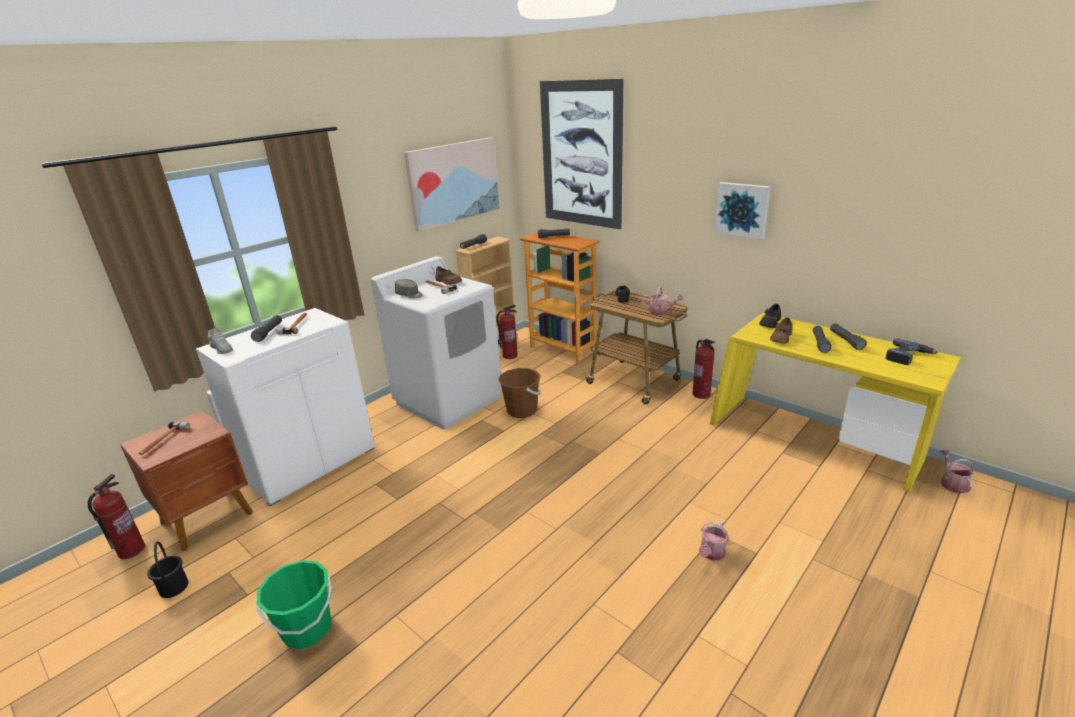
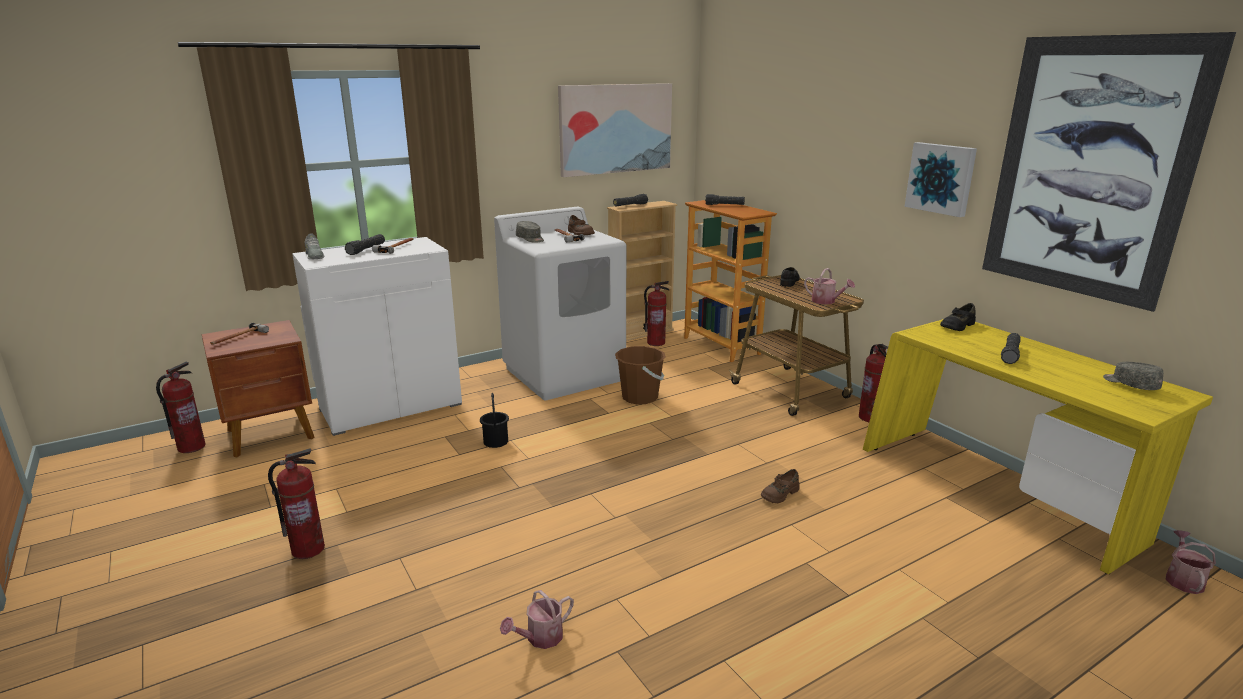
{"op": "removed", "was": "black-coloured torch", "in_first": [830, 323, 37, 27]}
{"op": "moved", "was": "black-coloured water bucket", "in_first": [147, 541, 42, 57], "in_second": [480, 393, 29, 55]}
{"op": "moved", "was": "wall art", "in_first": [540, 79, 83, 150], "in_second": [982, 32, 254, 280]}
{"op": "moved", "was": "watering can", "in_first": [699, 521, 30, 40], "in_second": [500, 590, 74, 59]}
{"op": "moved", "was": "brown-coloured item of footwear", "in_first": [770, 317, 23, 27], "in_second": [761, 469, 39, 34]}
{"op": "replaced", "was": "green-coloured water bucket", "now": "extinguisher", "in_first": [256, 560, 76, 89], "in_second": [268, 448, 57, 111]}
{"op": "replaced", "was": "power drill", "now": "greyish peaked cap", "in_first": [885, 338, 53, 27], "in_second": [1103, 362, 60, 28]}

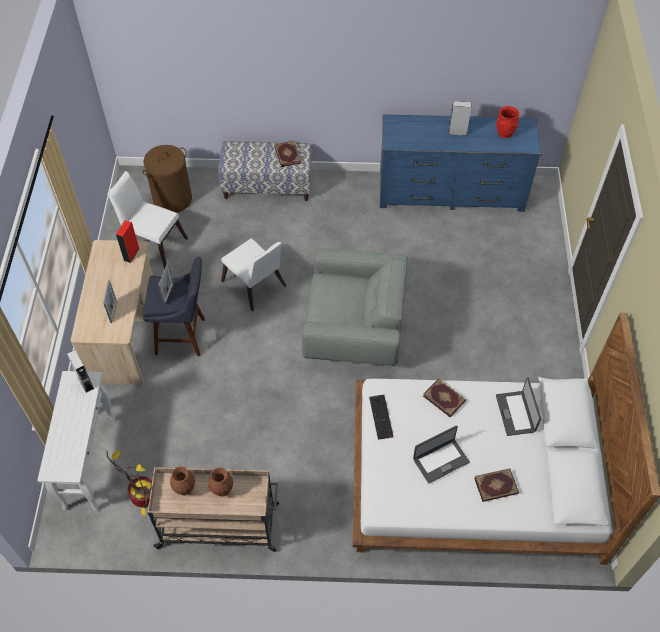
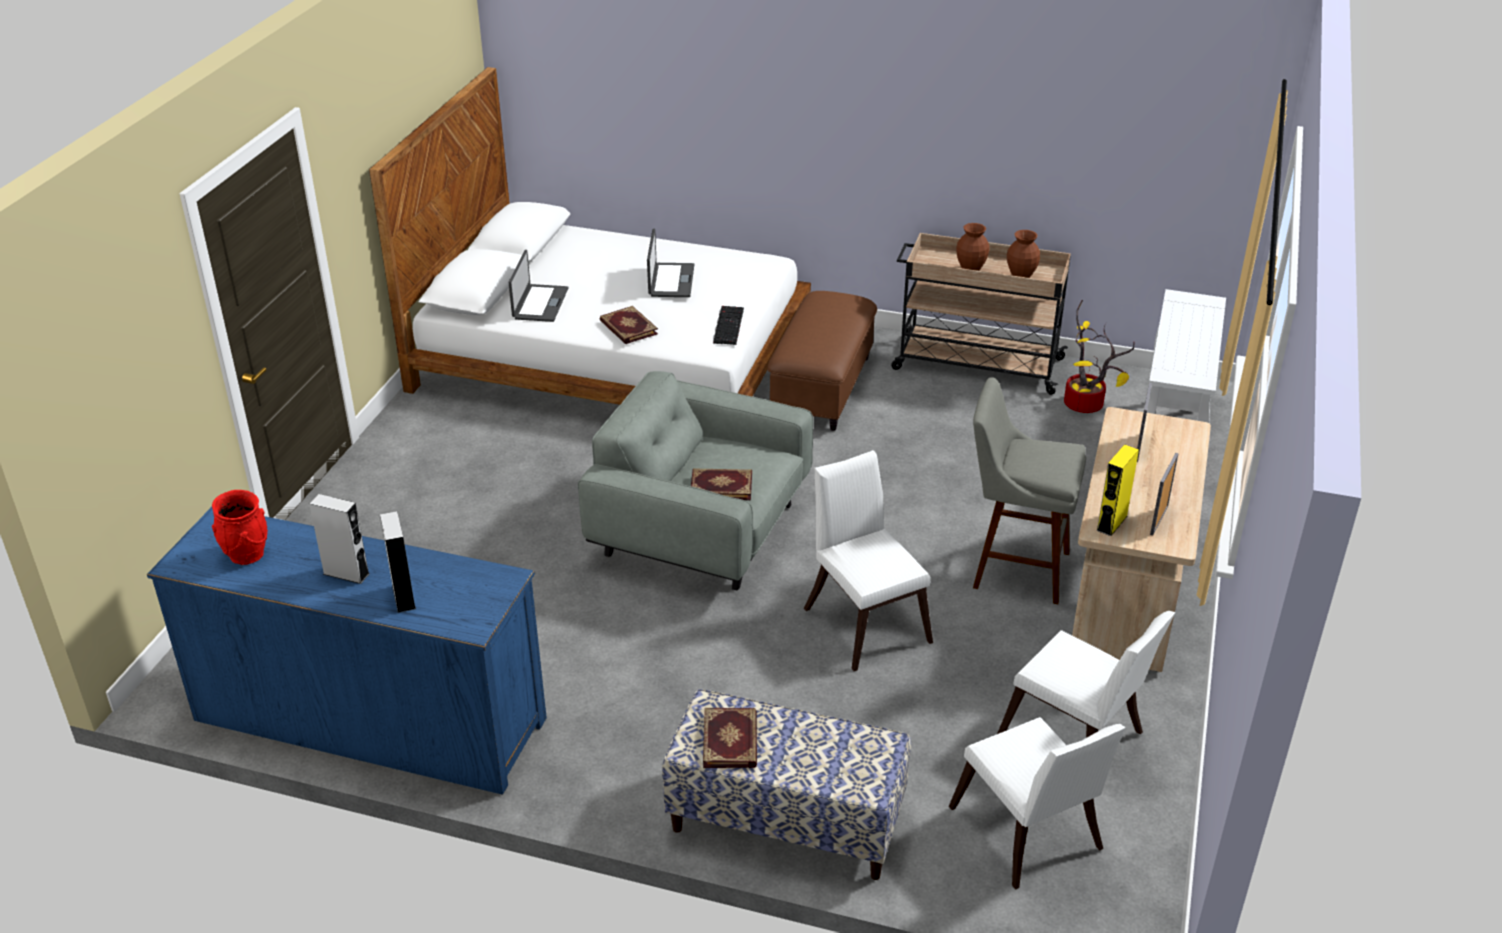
{"op": "added", "now": "brown-coloured pouffe", "in_second": [767, 291, 110, 140]}
{"op": "moved", "was": "greyish speaker", "in_first": [67, 350, 27, 43], "in_second": [380, 511, 36, 102]}
{"op": "moved", "was": "photo frame", "in_first": [158, 263, 16, 42], "in_second": [1150, 453, 29, 83]}
{"op": "moved", "was": "bound book", "in_first": [474, 468, 45, 34], "in_second": [691, 469, 61, 31]}
{"op": "replaced", "was": "brown-coloured hamper", "now": "white chair", "in_first": [142, 145, 50, 68], "in_second": [949, 717, 176, 172]}
{"op": "recoloured", "was": "red-coloured speaker", "now": "yellow-coloured speaker", "in_first": [116, 220, 23, 43], "in_second": [1096, 444, 43, 92]}
{"op": "recoloured", "was": "blue-coloured stool seat", "now": "greyish stool seat", "in_first": [143, 257, 62, 99], "in_second": [973, 377, 113, 227]}
{"op": "turned", "was": "portable computer", "in_first": [413, 425, 57, 58], "in_second": [647, 229, 48, 68], "clockwise": 105}

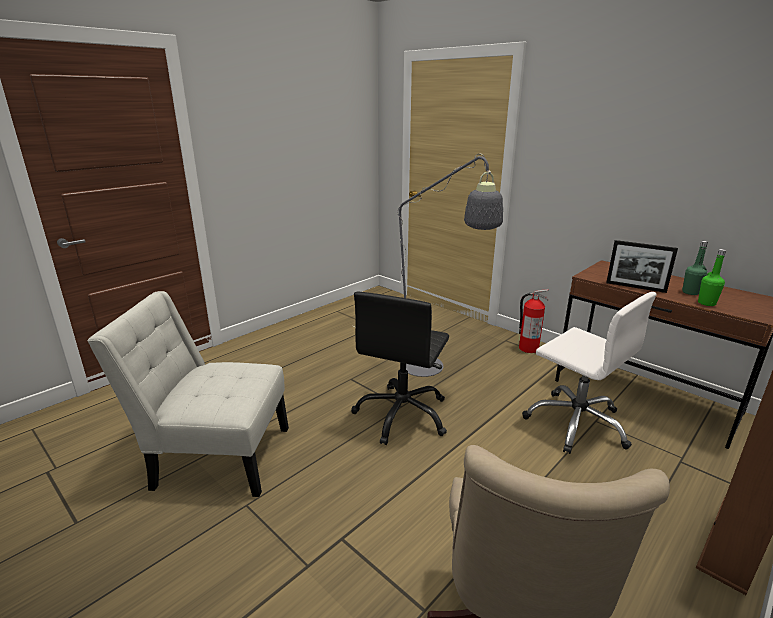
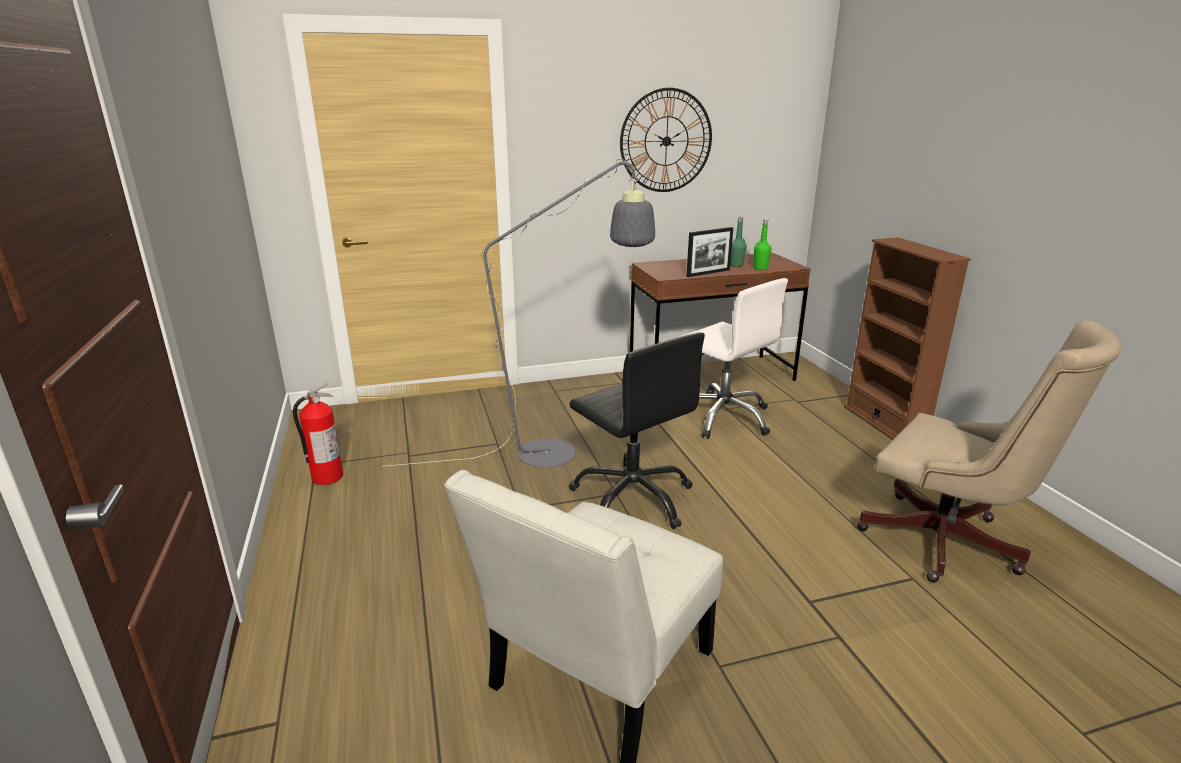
{"op": "added", "now": "clock on the wall", "in_second": [620, 88, 92, 104]}
{"op": "moved", "was": "extinguisher", "in_first": [519, 289, 30, 64], "in_second": [293, 382, 50, 103]}
{"op": "turned", "was": "white desk chair", "in_first": [522, 292, 135, 162], "in_second": [680, 278, 108, 161], "clockwise": 60}

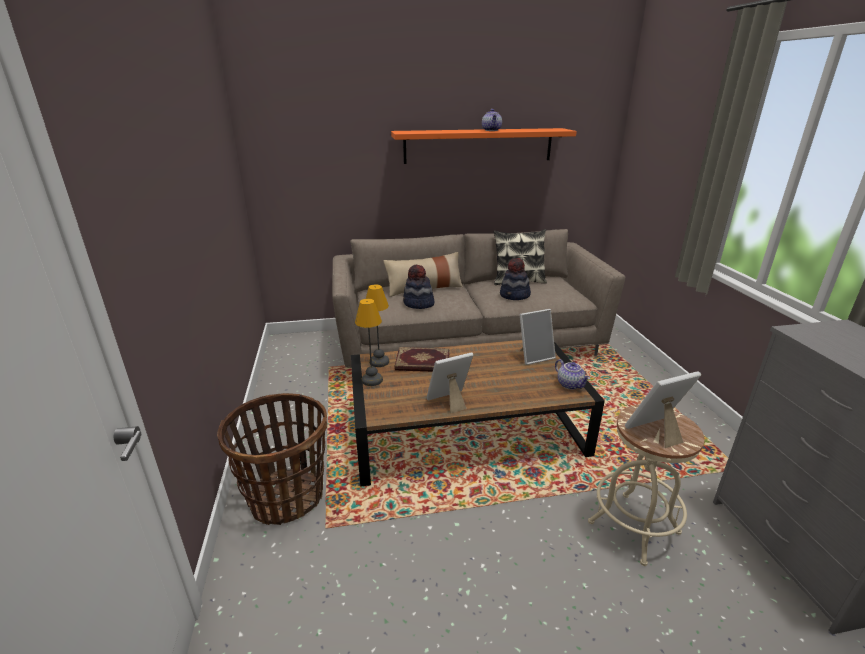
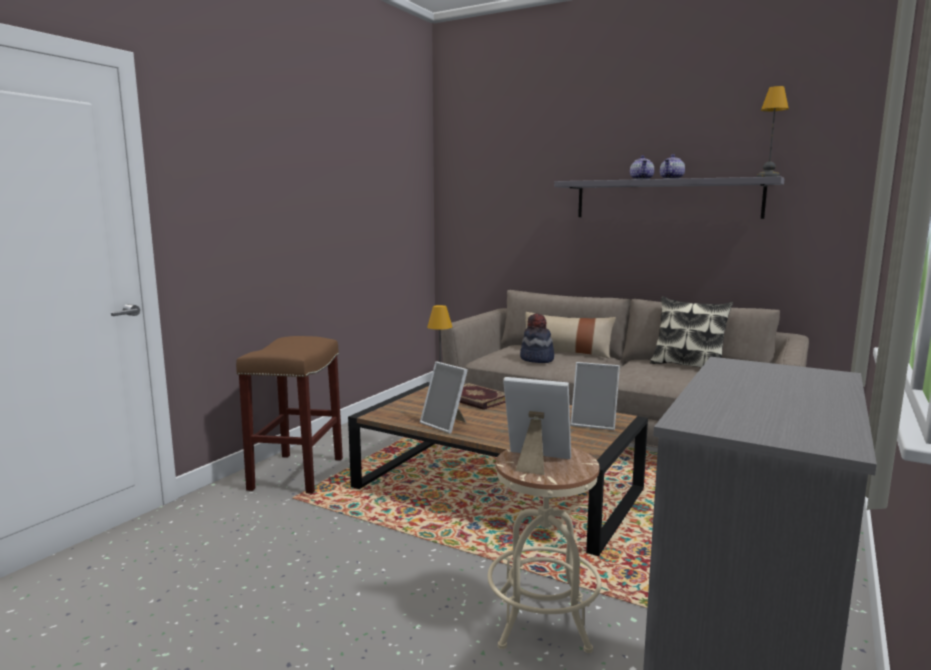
{"op": "removed", "was": "clothing hat", "in_first": [500, 258, 31, 42]}
{"op": "moved", "was": "lamp for a table", "in_first": [355, 299, 28, 87], "in_second": [757, 86, 32, 91]}
{"op": "moved", "was": "teapot", "in_first": [555, 359, 35, 31], "in_second": [630, 155, 24, 25]}
{"op": "replaced", "was": "basket", "now": "brown-coloured stool seat", "in_first": [217, 393, 110, 132], "in_second": [236, 336, 107, 158]}
{"op": "recoloured", "was": "orangey shelf", "now": "greyish shelf", "in_first": [391, 128, 186, 36], "in_second": [554, 177, 230, 42]}
{"op": "turned", "was": "photo frame", "in_first": [427, 352, 47, 62], "in_second": [420, 361, 48, 73], "clockwise": -150}

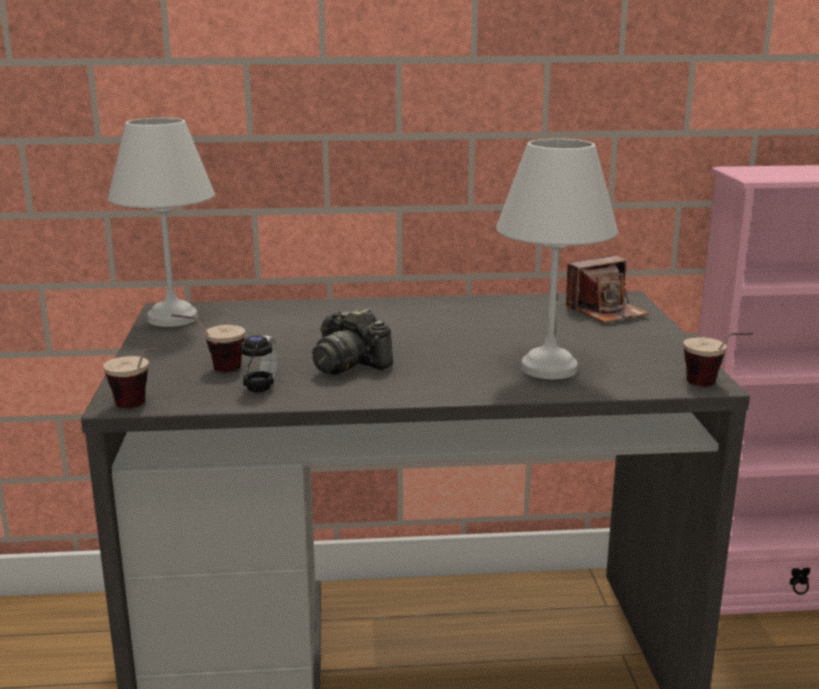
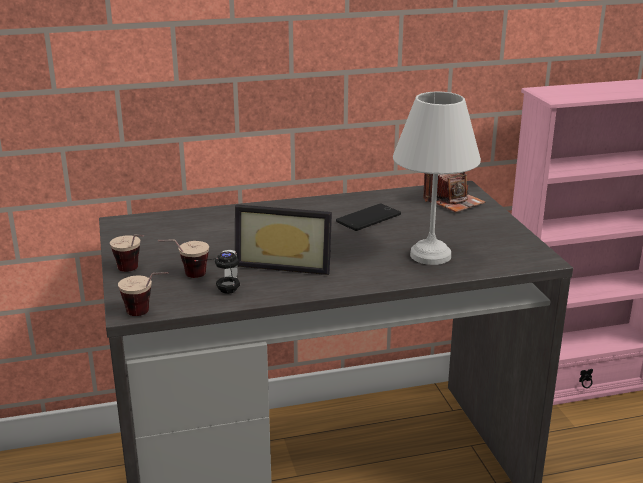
{"op": "removed", "was": "white lamp for a table", "in_first": [108, 118, 107, 209]}
{"op": "added", "now": "handset", "in_second": [336, 204, 65, 27]}
{"op": "moved", "was": "cup", "in_first": [684, 333, 69, 53], "in_second": [110, 234, 34, 38]}
{"op": "replaced", "was": "photo camera", "now": "photo frame", "in_first": [312, 308, 81, 67], "in_second": [235, 204, 97, 71]}

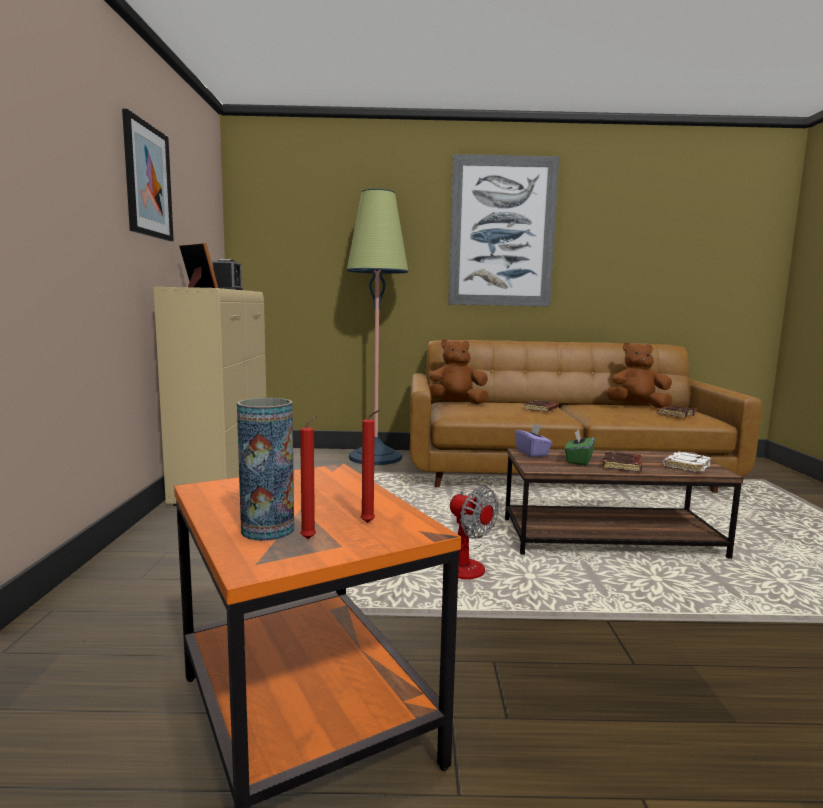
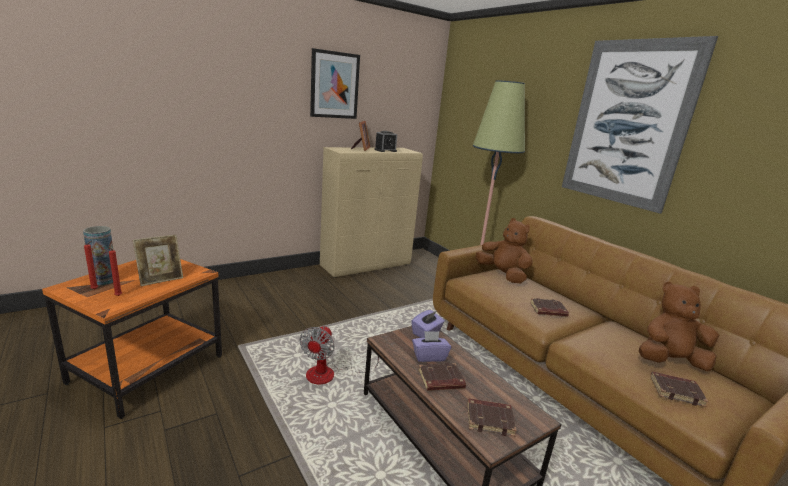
{"op": "added", "now": "photo frame", "in_second": [133, 235, 50, 51]}
{"op": "recoloured", "was": "green-coloured tissue box", "now": "purplish tissue box", "in_first": [565, 429, 30, 36], "in_second": [412, 331, 39, 31]}
{"op": "recoloured", "was": "white bound book", "now": "brown-coloured bound book", "in_first": [663, 452, 49, 21], "in_second": [467, 398, 50, 38]}
{"op": "turned", "was": "brown-coloured cuddly toy", "in_first": [606, 342, 66, 66], "in_second": [639, 282, 80, 89], "clockwise": -60}

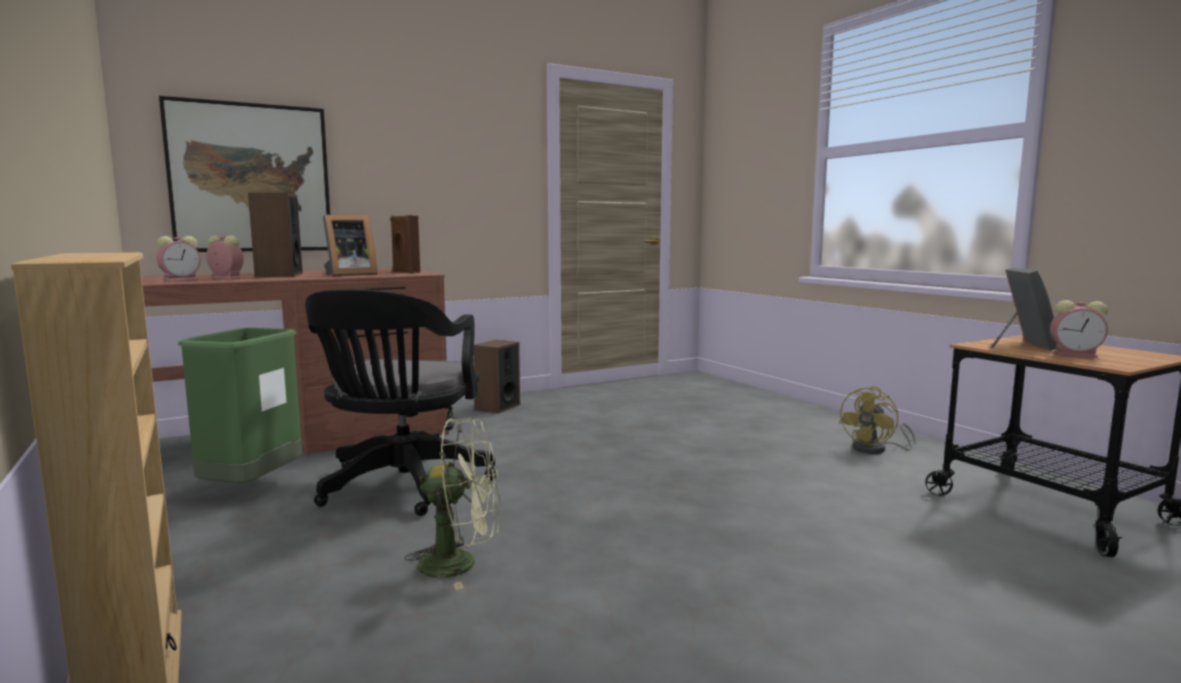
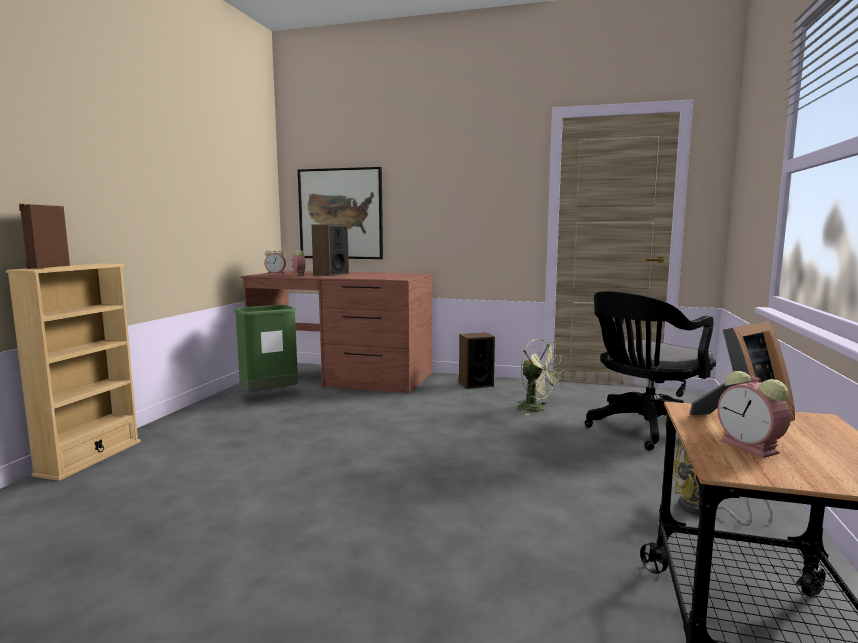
{"op": "removed", "was": "photo frame", "in_first": [323, 215, 55, 61]}
{"op": "moved", "was": "black-coloured desk chair", "in_first": [305, 289, 191, 227], "in_second": [585, 291, 131, 160]}
{"op": "moved", "was": "brown-coloured speaker", "in_first": [390, 215, 30, 58], "in_second": [19, 204, 51, 65]}
{"op": "moved", "was": "green-coloured electric fan", "in_first": [405, 418, 95, 172], "in_second": [517, 339, 48, 76]}

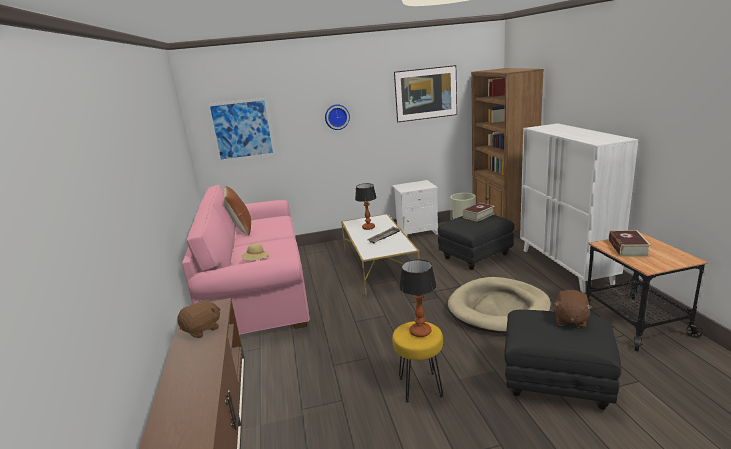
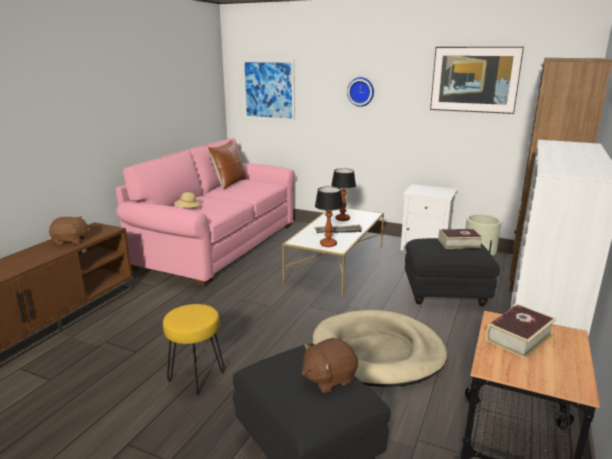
{"op": "moved", "was": "lamp for a table", "in_first": [399, 259, 38, 78], "in_second": [315, 186, 28, 61]}

